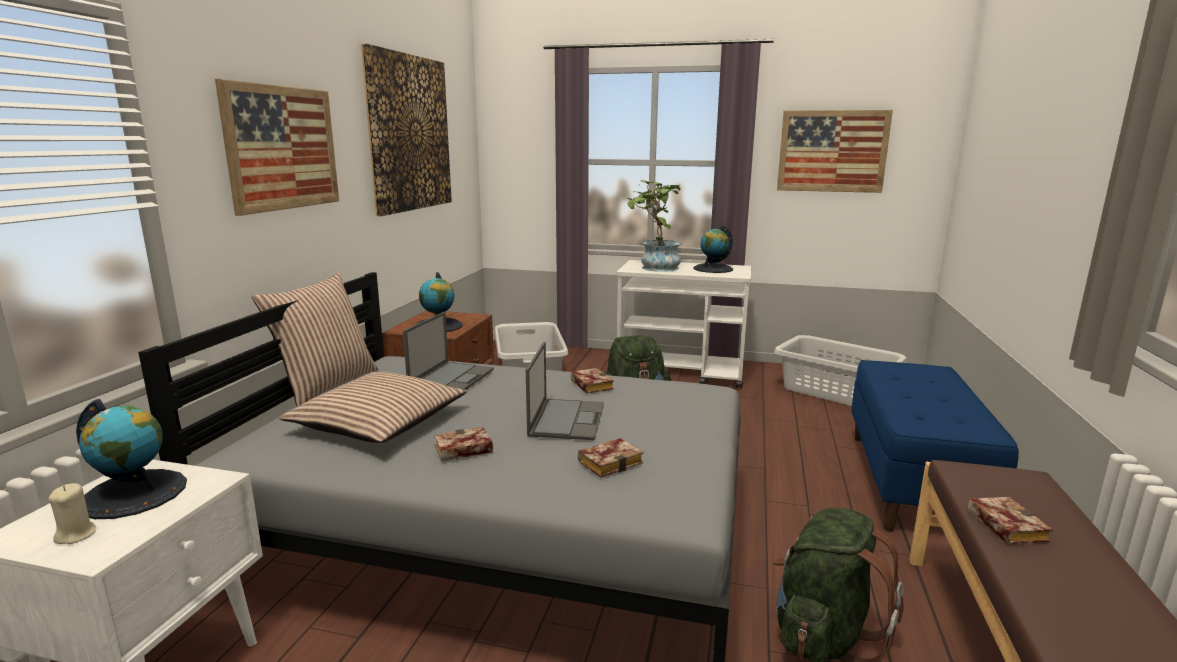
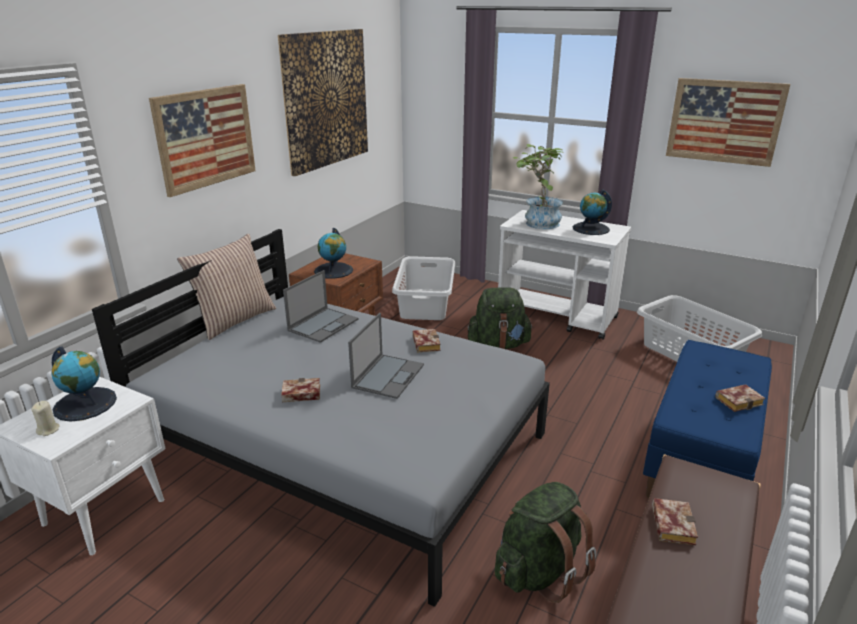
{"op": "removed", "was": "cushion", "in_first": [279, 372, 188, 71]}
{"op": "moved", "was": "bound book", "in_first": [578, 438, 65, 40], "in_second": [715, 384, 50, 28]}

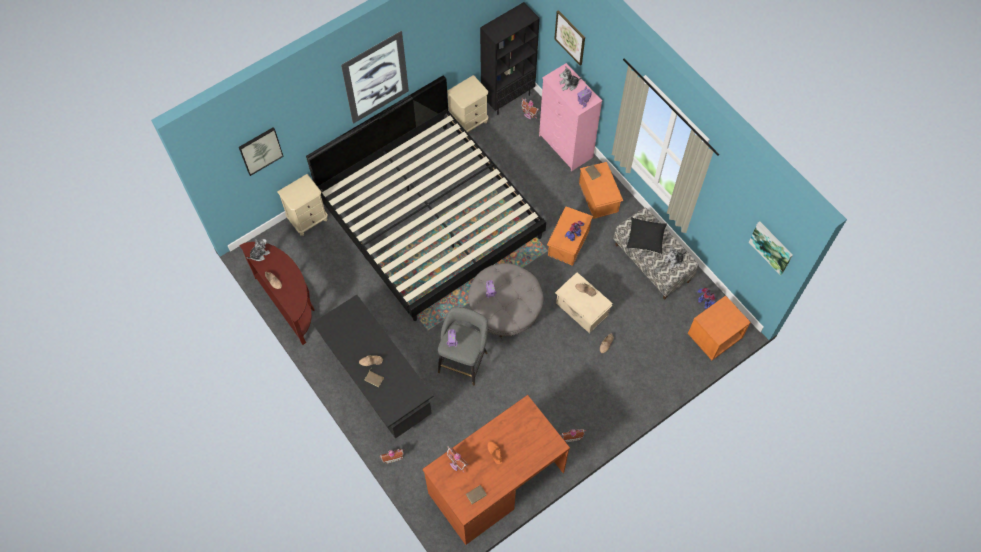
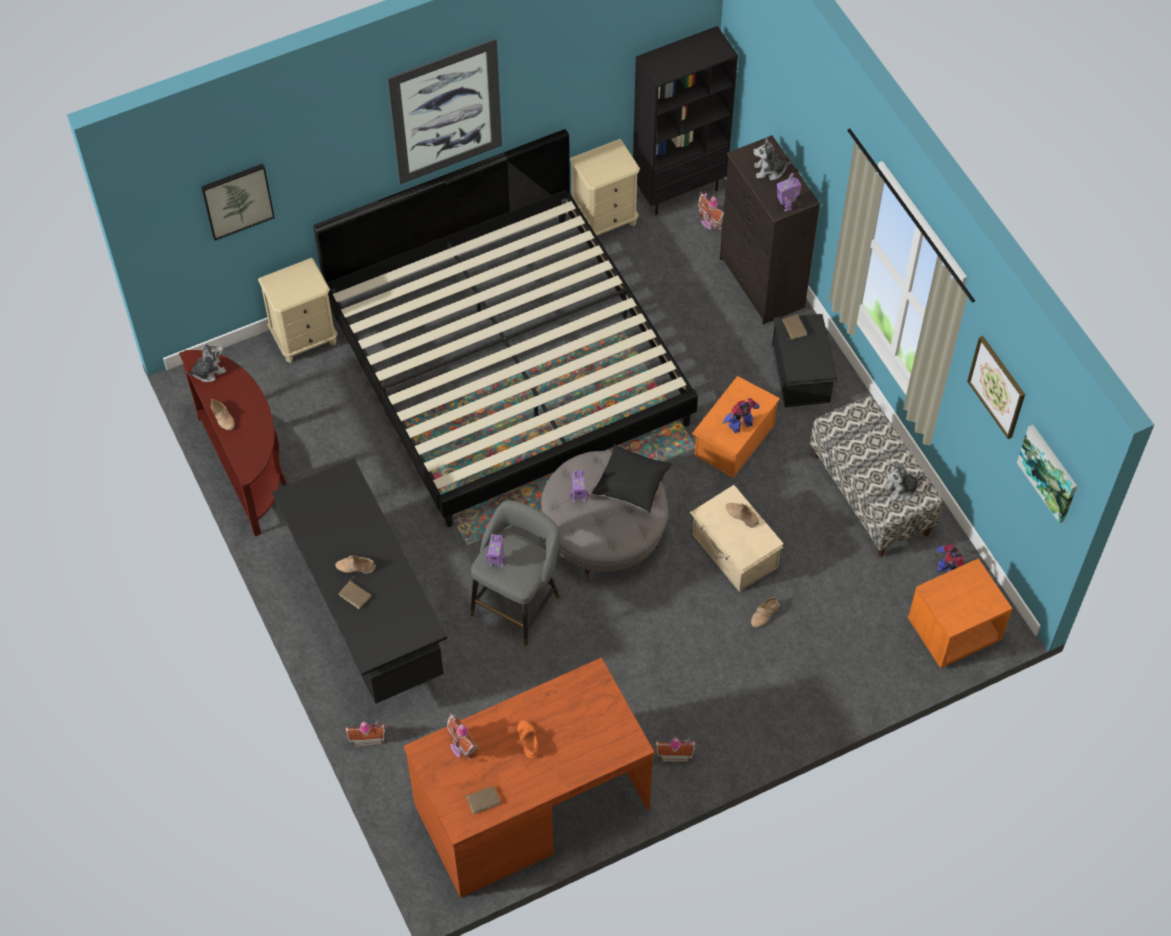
{"op": "moved", "was": "wall art", "in_first": [554, 10, 31, 55], "in_second": [967, 336, 58, 103]}
{"op": "moved", "was": "black-coloured cushion", "in_first": [626, 217, 41, 37], "in_second": [592, 444, 80, 69]}
{"op": "recoloured", "was": "pinkish drawer chest", "now": "black-coloured drawer chest", "in_first": [539, 63, 63, 108], "in_second": [720, 135, 100, 190]}
{"op": "recoloured", "was": "orangey storage container", "now": "black-coloured storage container", "in_first": [579, 162, 44, 57], "in_second": [772, 314, 66, 93]}

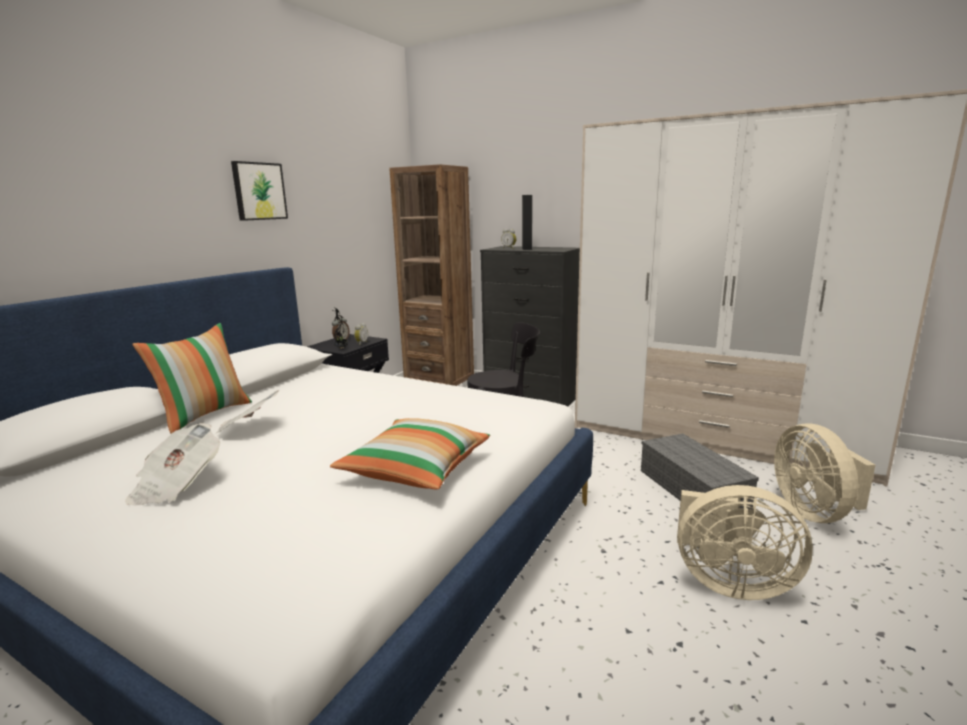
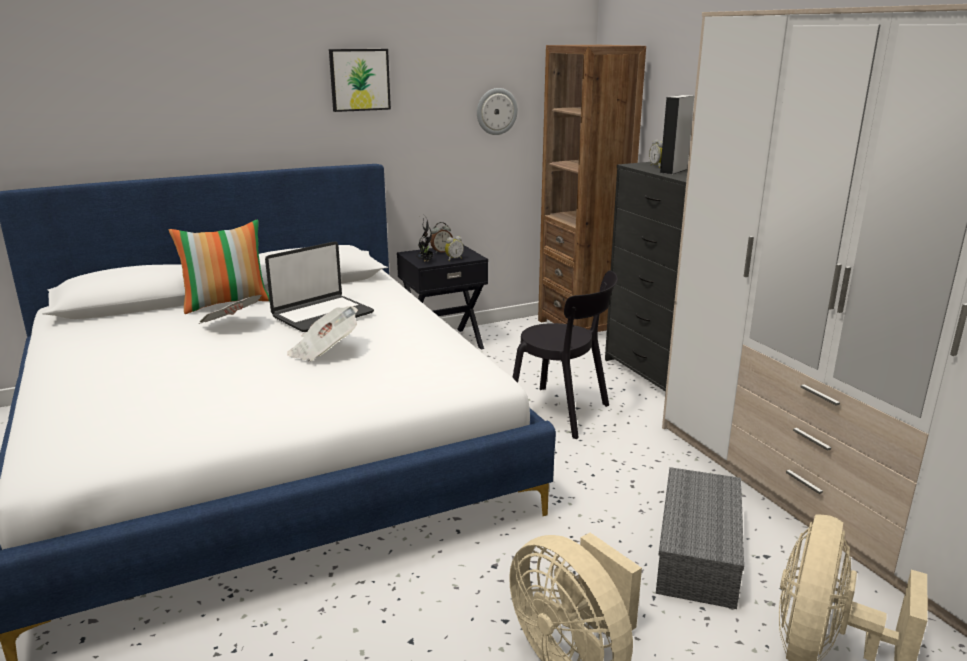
{"op": "removed", "was": "cushion", "in_first": [330, 418, 160, 72]}
{"op": "added", "now": "portable computer", "in_second": [265, 241, 109, 91]}
{"op": "added", "now": "clock on the wall", "in_second": [477, 88, 41, 47]}
{"op": "moved", "was": "newspaper", "in_first": [125, 423, 95, 83], "in_second": [287, 306, 71, 55]}

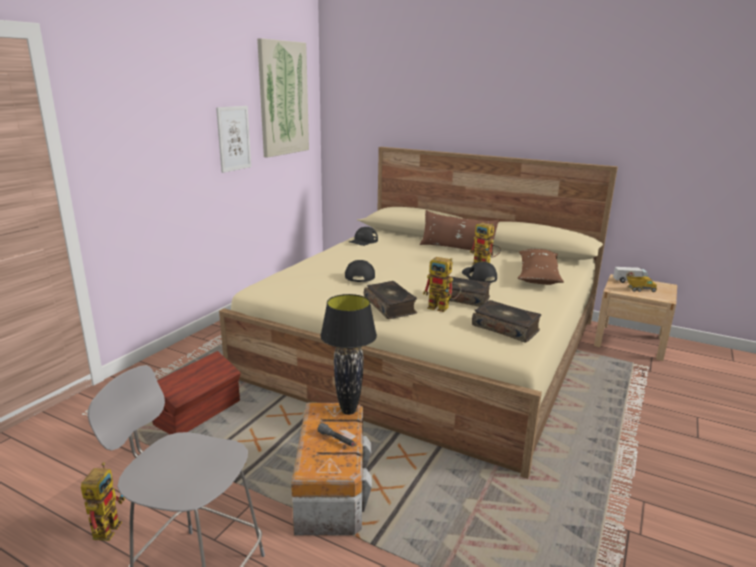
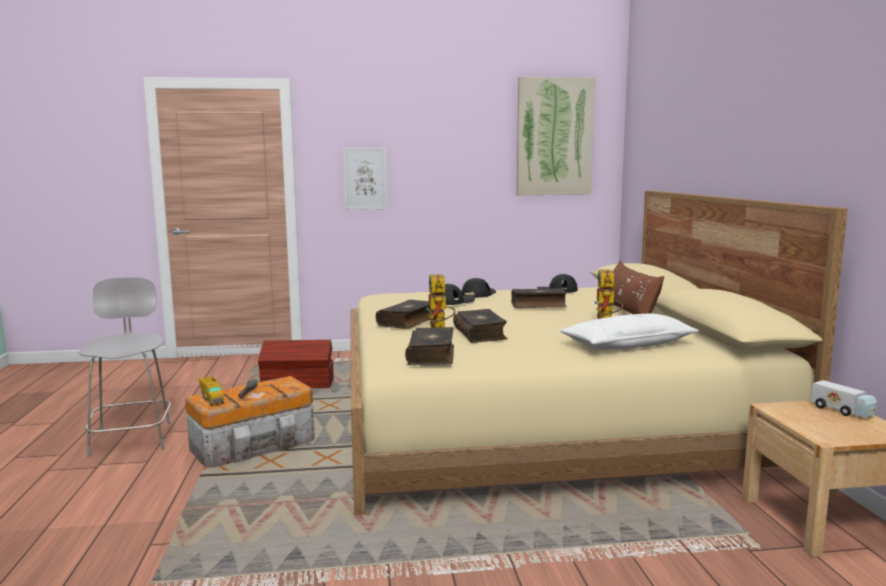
{"op": "removed", "was": "toy robot", "in_first": [81, 462, 44, 79]}
{"op": "removed", "was": "black-coloured lamp for a table", "in_first": [320, 294, 57, 121]}
{"op": "added", "now": "bound book", "in_second": [511, 288, 56, 20]}
{"op": "moved", "was": "wall art", "in_first": [216, 106, 35, 67], "in_second": [343, 147, 44, 63]}
{"op": "moved", "was": "black-coloured peaked cap", "in_first": [462, 262, 35, 21], "in_second": [462, 278, 34, 20]}
{"op": "moved", "was": "toy lorry", "in_first": [627, 276, 30, 16], "in_second": [199, 376, 25, 30]}
{"op": "recoloured", "was": "brown-coloured cushion", "now": "white cushion", "in_first": [518, 249, 46, 36], "in_second": [559, 314, 140, 36]}

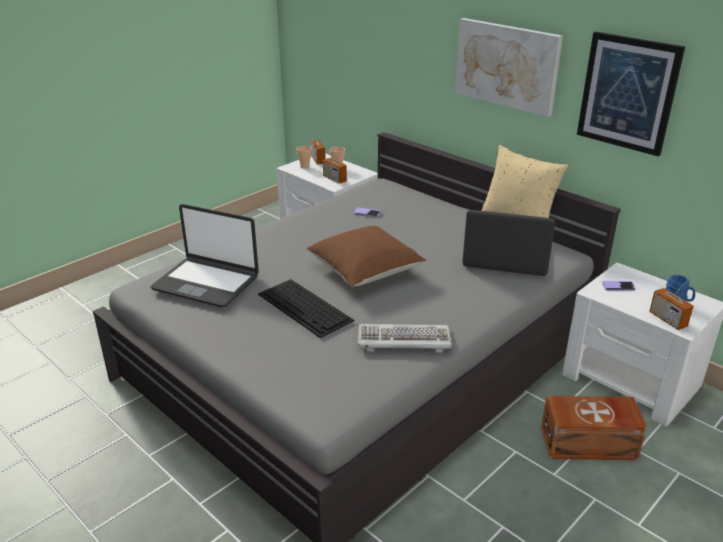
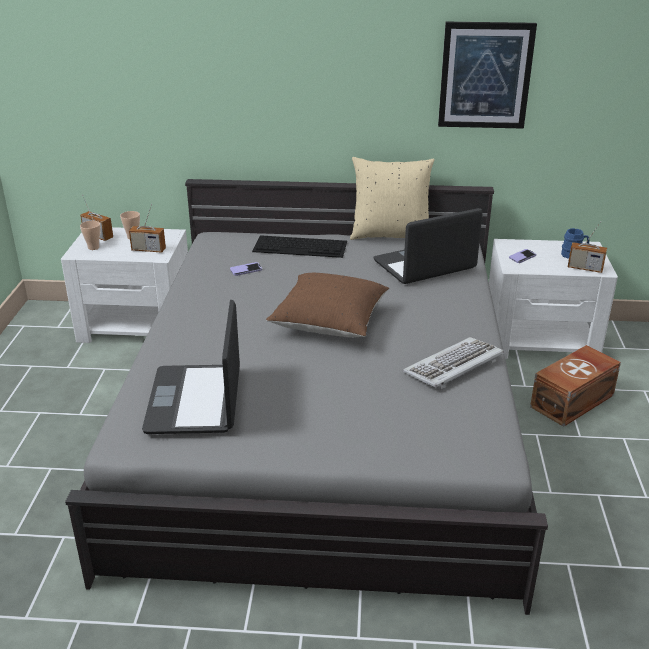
{"op": "removed", "was": "wall art", "in_first": [455, 18, 108, 99]}
{"op": "moved", "was": "keyboard", "in_first": [258, 279, 96, 59], "in_second": [252, 235, 95, 23]}
{"op": "turned", "was": "portable computer", "in_first": [151, 204, 108, 103], "in_second": [142, 300, 98, 134], "clockwise": 105}

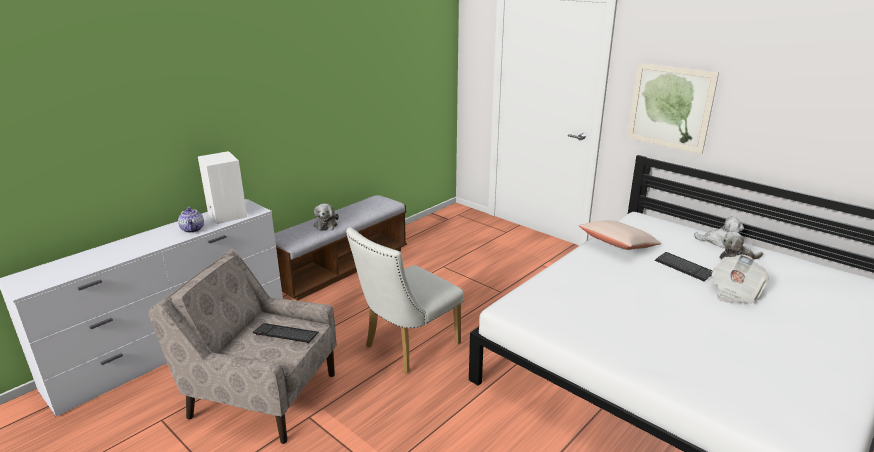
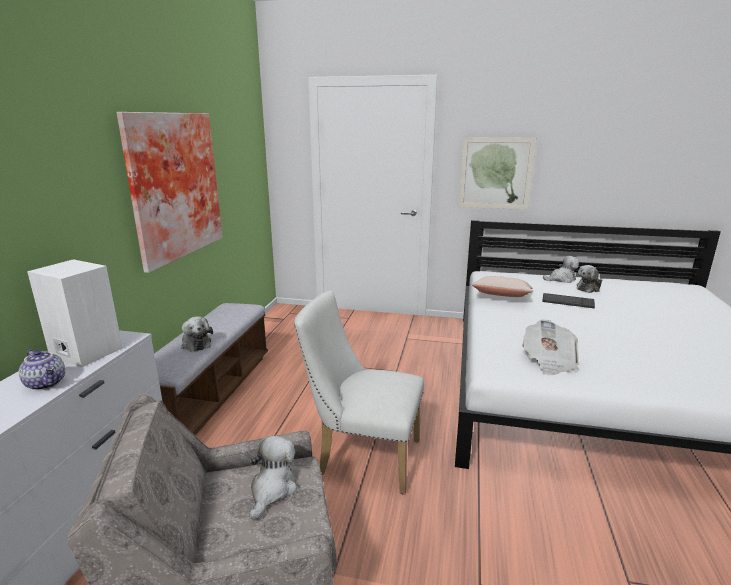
{"op": "added", "now": "wall art", "in_second": [117, 112, 106, 161]}
{"op": "moved", "was": "newspaper", "in_first": [711, 255, 58, 49], "in_second": [522, 320, 57, 55]}
{"op": "replaced", "was": "keyboard", "now": "cuddly toy", "in_first": [253, 323, 66, 21], "in_second": [249, 436, 48, 85]}
{"op": "turned", "was": "white chair", "in_first": [346, 227, 118, 147], "in_second": [294, 291, 130, 204], "clockwise": 90}

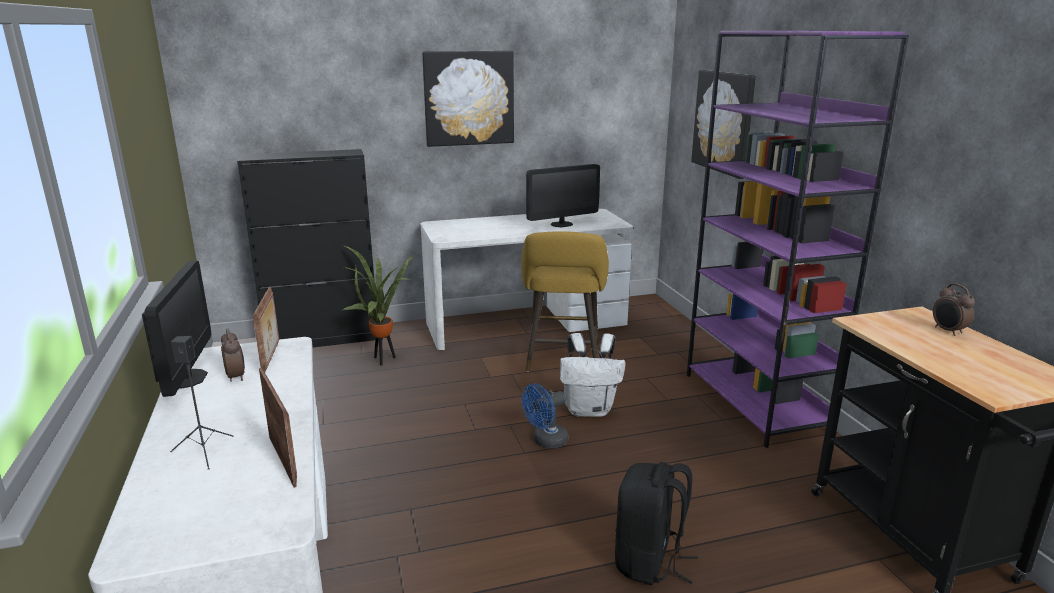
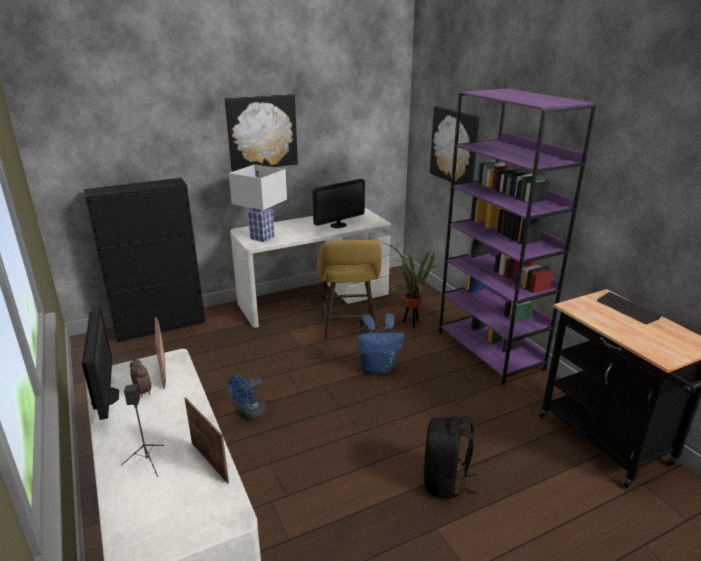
{"op": "added", "now": "white lamp for a table", "in_second": [229, 164, 58, 78]}
{"op": "moved", "was": "houseplant", "in_first": [343, 245, 71, 120], "in_second": [384, 243, 59, 84]}
{"op": "moved", "was": "blue-coloured electric fan", "in_first": [522, 384, 46, 64], "in_second": [228, 374, 39, 46]}
{"op": "replaced", "was": "table clock", "now": "keyboard", "in_first": [933, 283, 42, 53], "in_second": [597, 292, 65, 32]}
{"op": "recoloured", "was": "white knapsack", "now": "blue-coloured knapsack", "in_first": [560, 333, 66, 84], "in_second": [358, 313, 46, 61]}

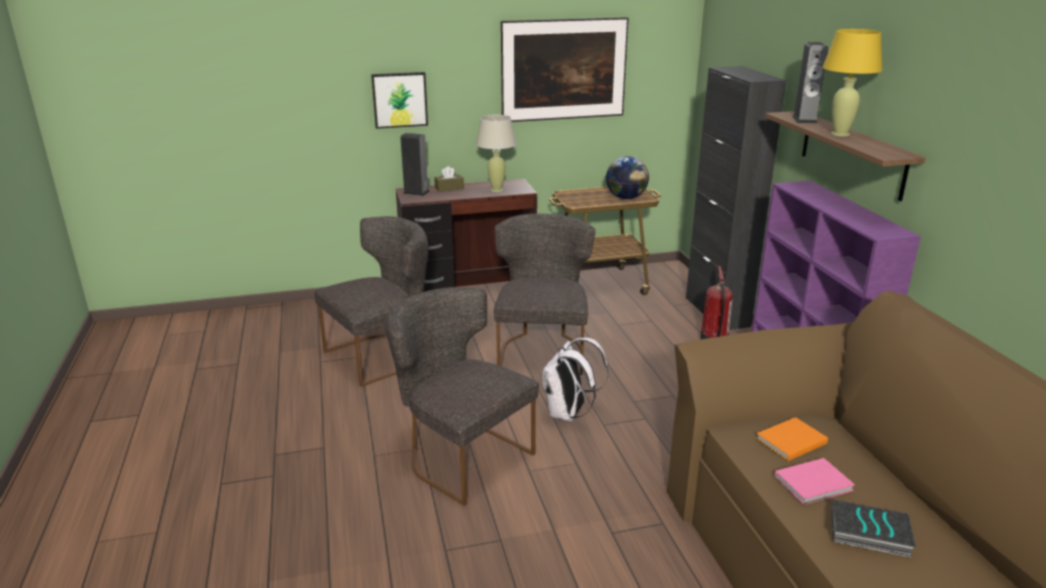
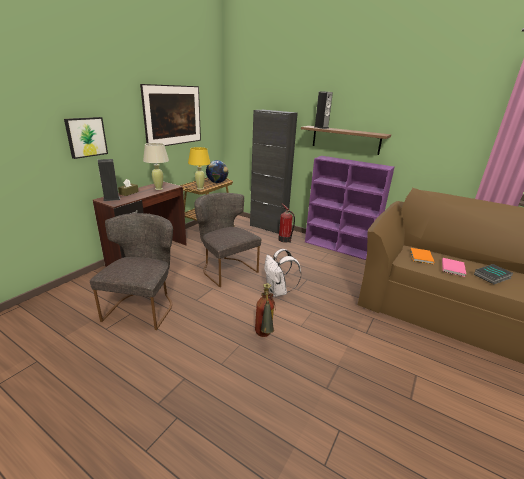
{"op": "moved", "was": "yellow-coloured lamp for a table", "in_first": [822, 29, 60, 108], "in_second": [188, 147, 23, 43]}
{"op": "replaced", "was": "greyish chair", "now": "extinguisher", "in_first": [385, 287, 154, 219], "in_second": [255, 283, 20, 54]}

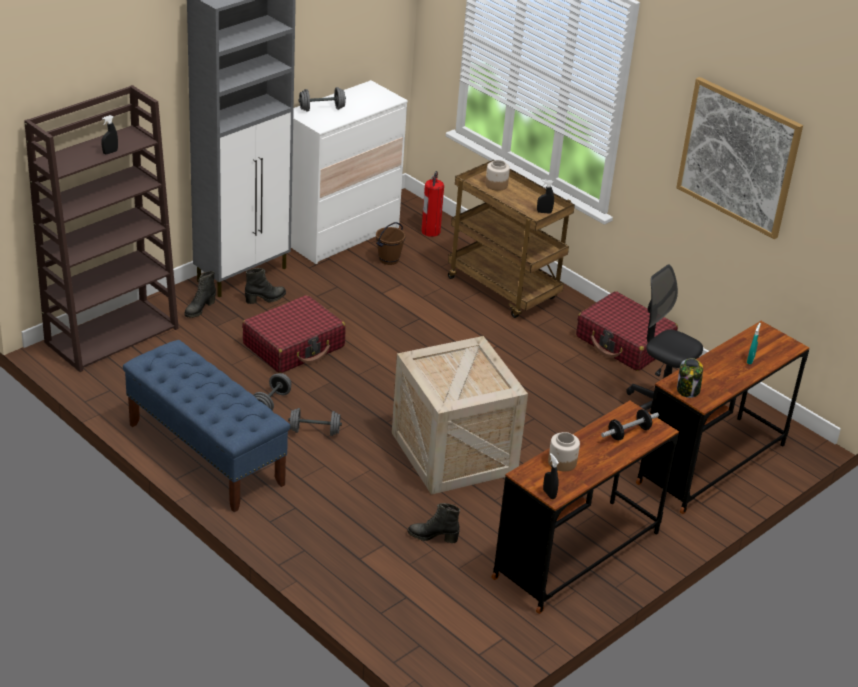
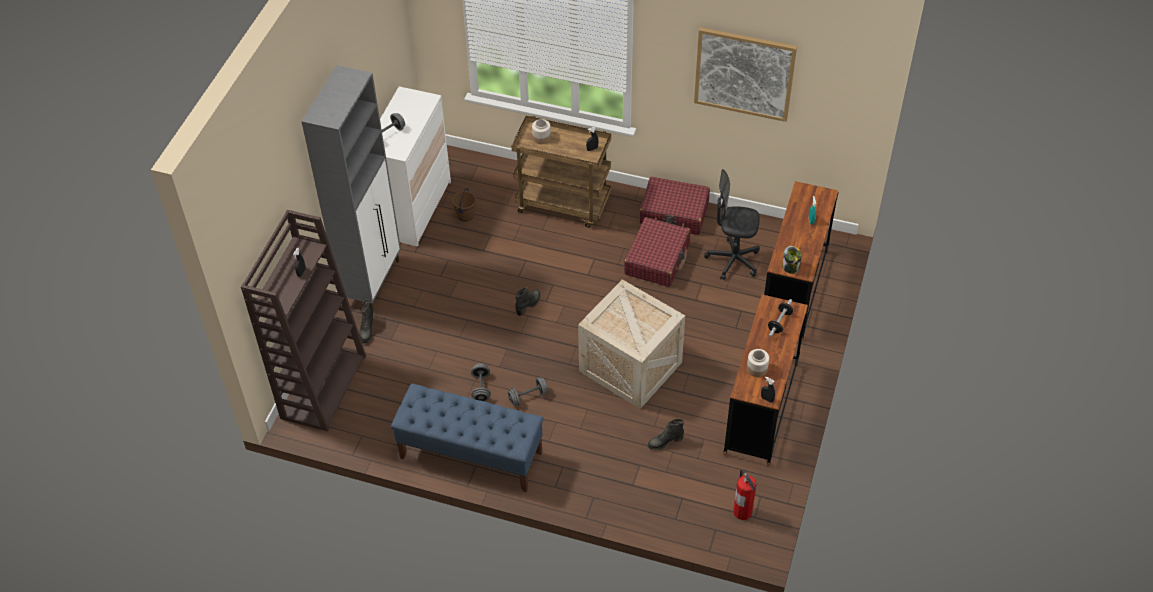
{"op": "moved", "was": "red-coloured travel case", "in_first": [242, 295, 104, 78], "in_second": [624, 217, 66, 70]}
{"op": "moved", "was": "black-coloured tall boot", "in_first": [245, 268, 41, 36], "in_second": [515, 287, 25, 29]}
{"op": "moved", "was": "extinguisher", "in_first": [421, 171, 23, 66], "in_second": [733, 469, 24, 51]}

